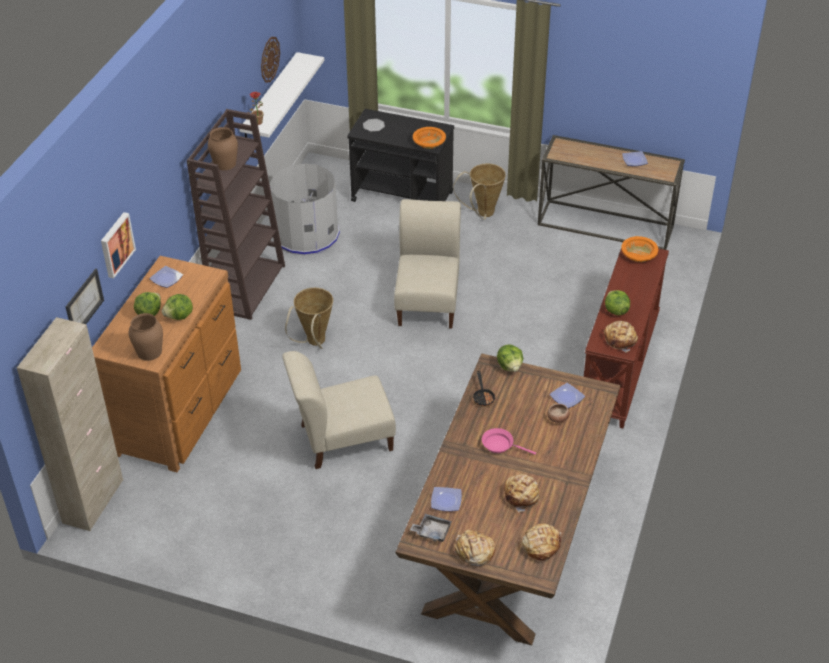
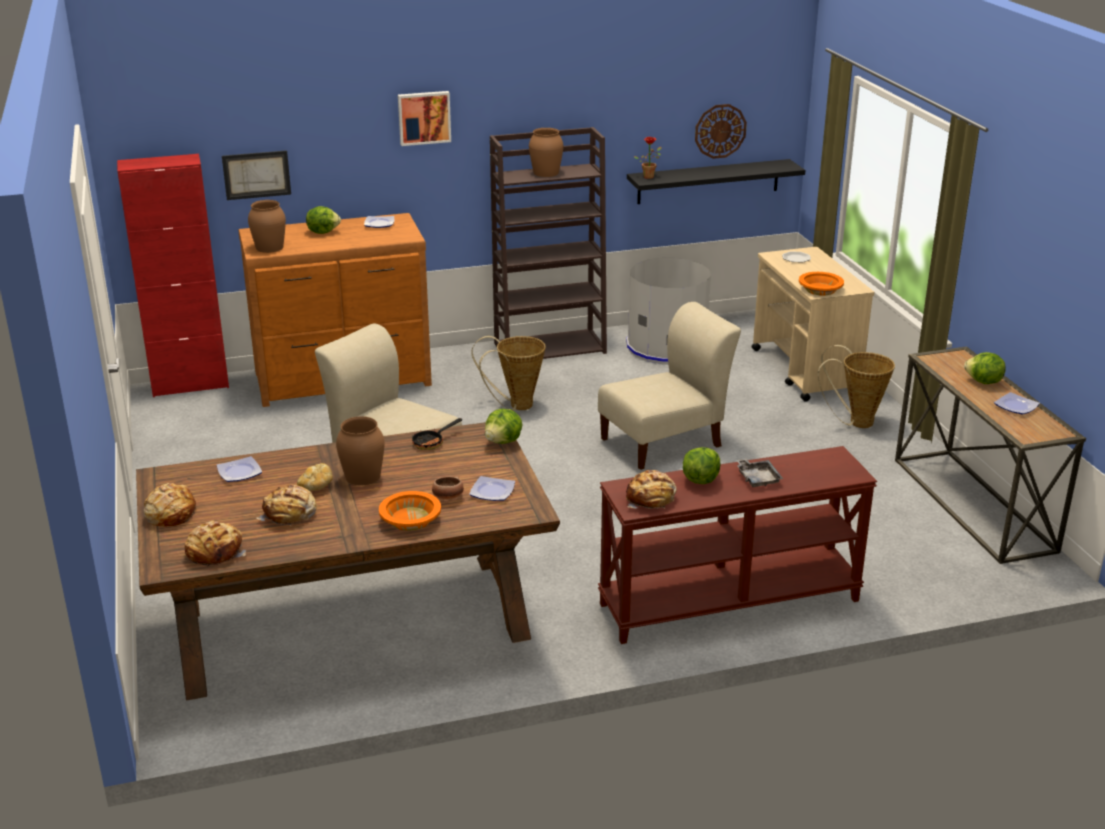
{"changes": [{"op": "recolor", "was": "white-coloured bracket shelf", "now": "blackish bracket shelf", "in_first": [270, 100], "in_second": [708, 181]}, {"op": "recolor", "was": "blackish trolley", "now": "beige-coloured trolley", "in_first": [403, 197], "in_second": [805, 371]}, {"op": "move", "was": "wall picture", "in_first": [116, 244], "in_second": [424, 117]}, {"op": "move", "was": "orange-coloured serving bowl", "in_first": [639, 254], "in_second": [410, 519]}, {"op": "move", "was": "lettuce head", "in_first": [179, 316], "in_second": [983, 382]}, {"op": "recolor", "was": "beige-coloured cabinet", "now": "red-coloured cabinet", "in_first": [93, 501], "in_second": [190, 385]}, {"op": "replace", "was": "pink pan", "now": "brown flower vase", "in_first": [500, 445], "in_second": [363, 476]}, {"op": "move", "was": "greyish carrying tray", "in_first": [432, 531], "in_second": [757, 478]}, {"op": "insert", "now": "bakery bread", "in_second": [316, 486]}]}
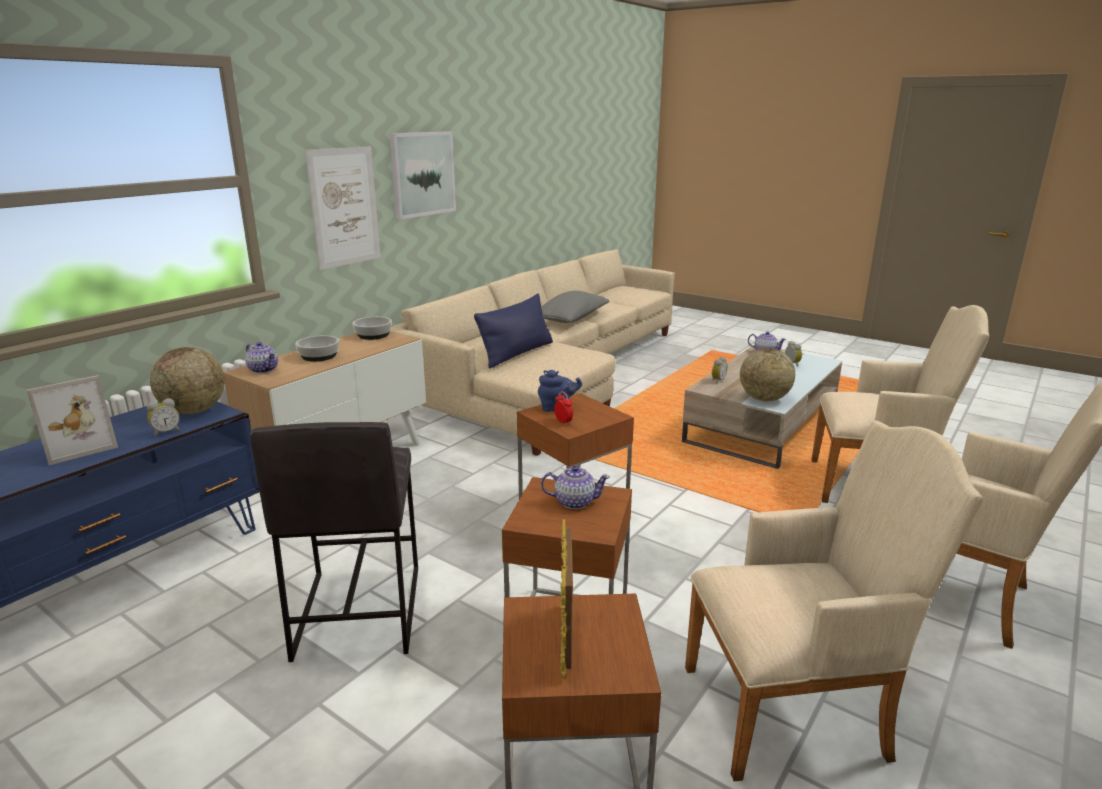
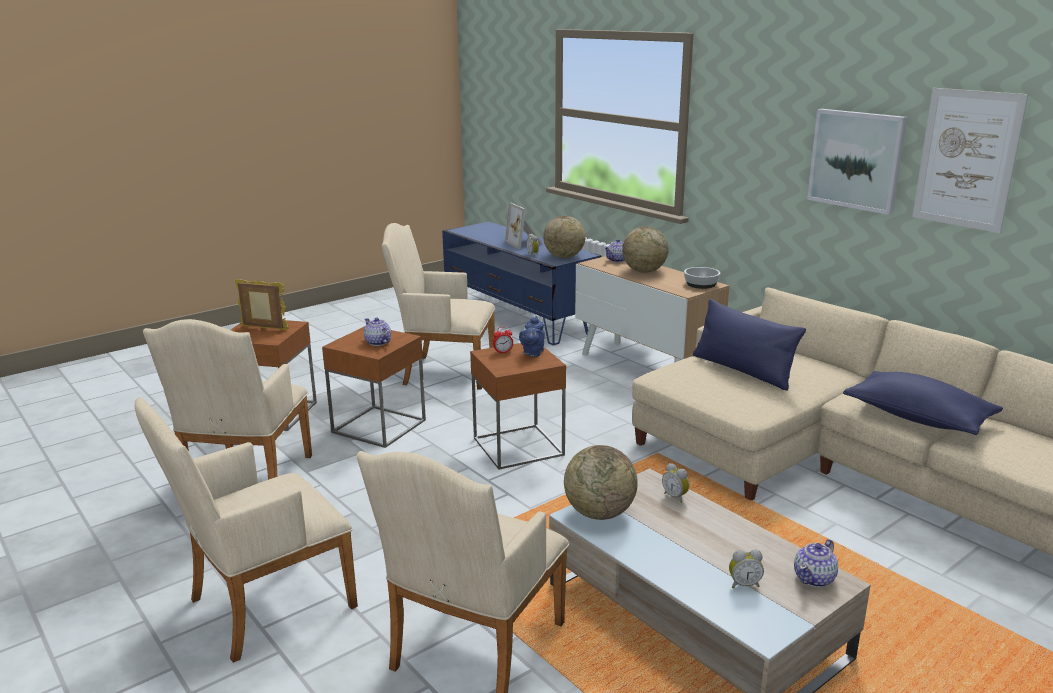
{"changes": [{"op": "move", "was": "wall picture", "in_first": [344, 207], "in_second": [967, 159]}, {"op": "recolor", "was": "greyish pillow", "now": "blue-coloured pillow", "in_first": [570, 319], "in_second": [918, 418]}, {"op": "replace", "was": "serving bowl", "now": "globe", "in_first": [319, 356], "in_second": [644, 271]}, {"op": "replace", "was": "greyish sitting stool", "now": "beige-coloured lounge chair", "in_first": [357, 612], "in_second": [443, 372]}, {"op": "rotate", "was": "tea pot", "in_first": [574, 502], "in_second": [378, 342], "clockwise": 120}]}
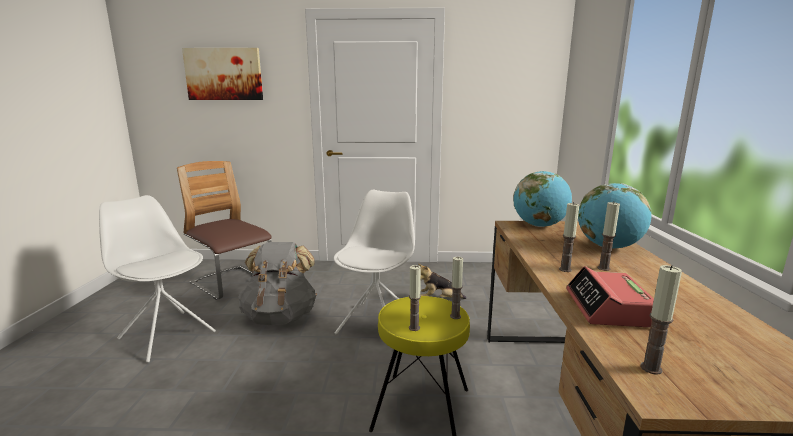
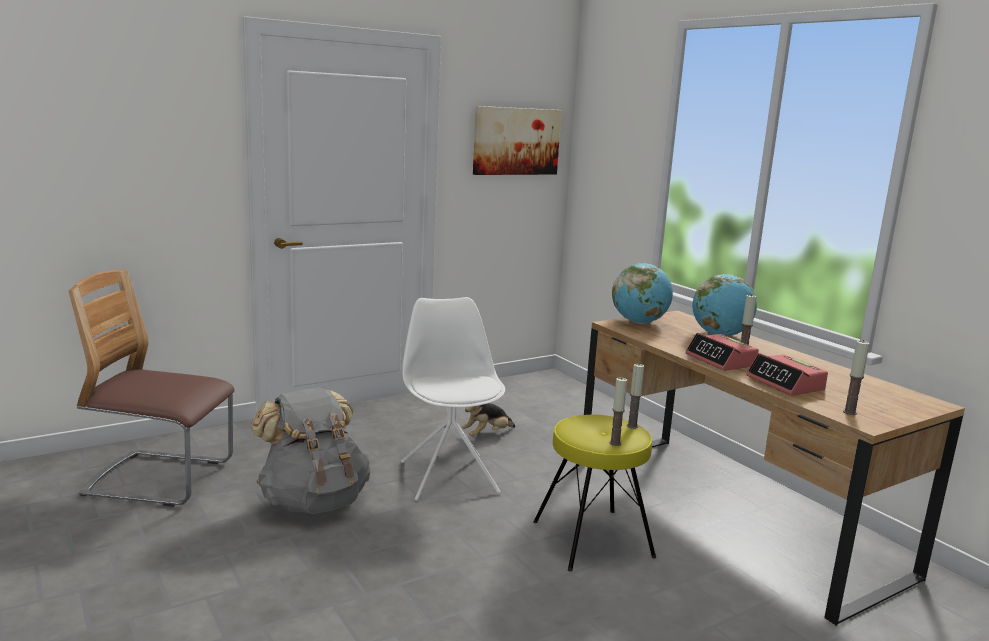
{"changes": [{"op": "move", "was": "wall picture", "in_first": [224, 74], "in_second": [516, 141]}, {"op": "delete", "was": "white-coloured chair", "in_first": [166, 334]}, {"op": "replace", "was": "candle", "now": "table clock", "in_first": [565, 269], "in_second": [721, 360]}]}
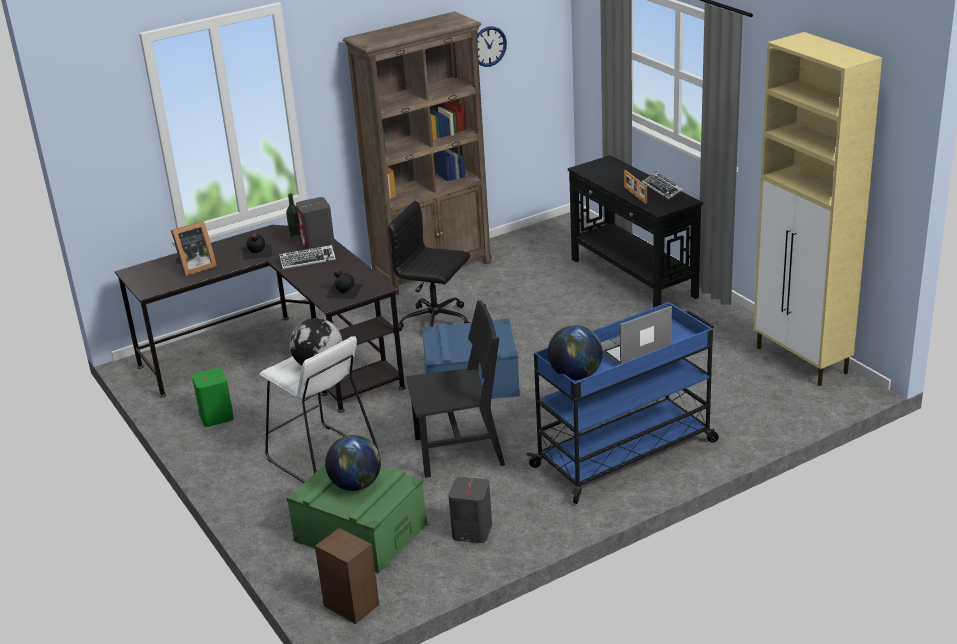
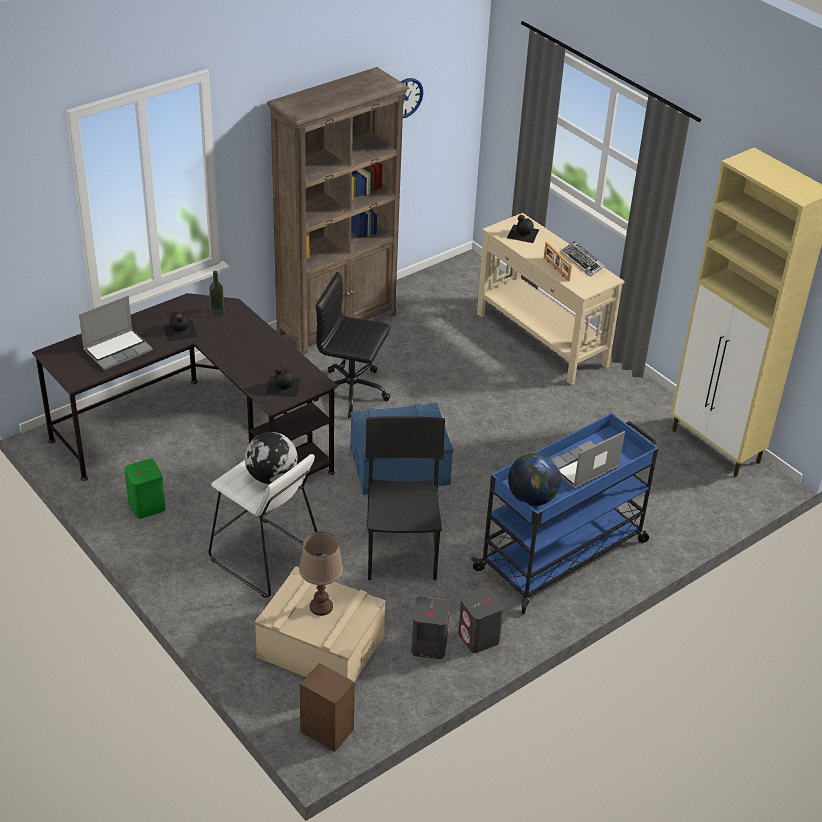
{"changes": [{"op": "recolor", "was": "blackish hall table", "now": "beige-coloured hall table", "in_first": [633, 278], "in_second": [541, 340]}, {"op": "move", "was": "greyish speaker", "in_first": [318, 245], "in_second": [479, 638]}, {"op": "replace", "was": "standing frame", "now": "laptop", "in_first": [194, 267], "in_second": [118, 350]}, {"op": "delete", "was": "computer keyboard", "in_first": [307, 260]}, {"op": "rotate", "was": "blackish chair", "in_first": [459, 451], "in_second": [401, 551], "clockwise": -75}, {"op": "replace", "was": "globe", "now": "brown lamp for a table", "in_first": [356, 484], "in_second": [321, 606]}, {"op": "recolor", "was": "green-coloured storage container", "now": "beige-coloured storage container", "in_first": [360, 532], "in_second": [320, 647]}, {"op": "insert", "now": "blackish drink bottle", "in_second": [522, 233]}]}
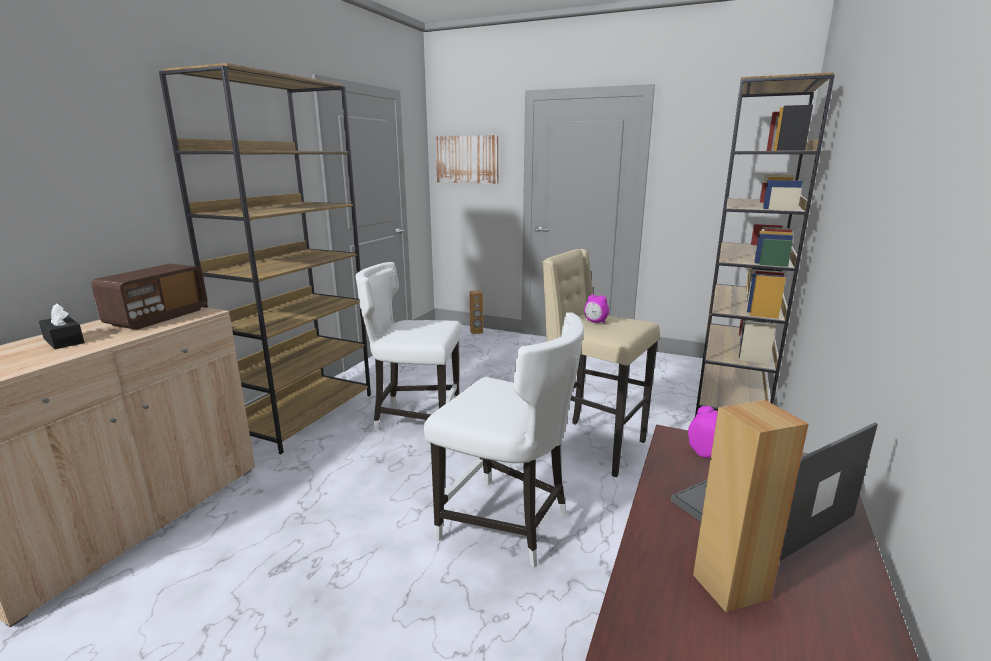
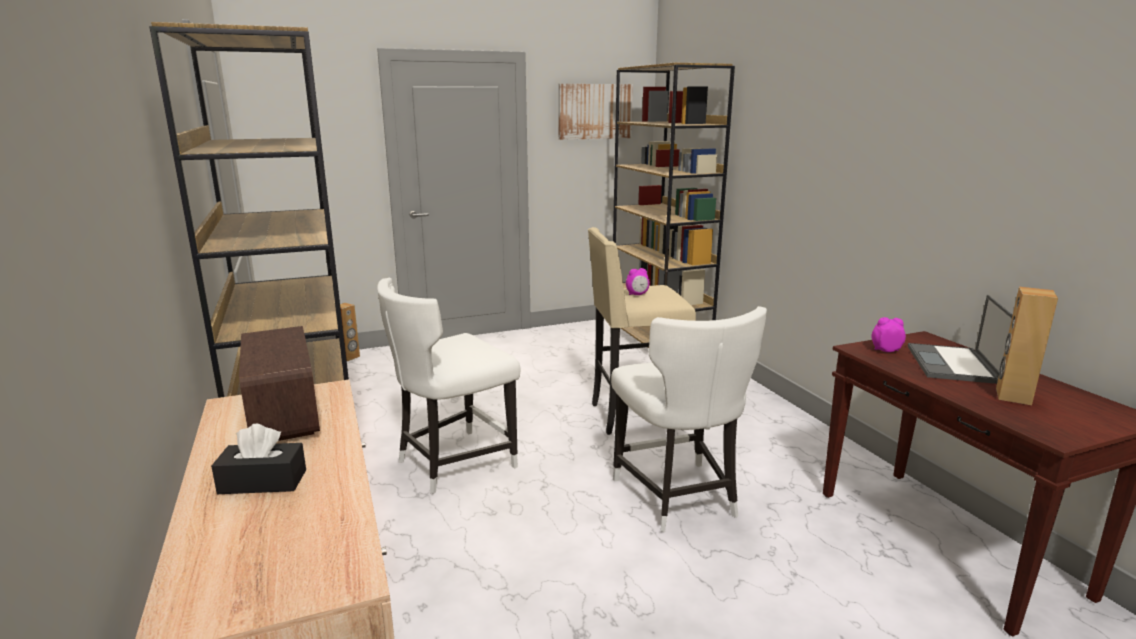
{"changes": [{"op": "move", "was": "wall picture", "in_first": [467, 159], "in_second": [595, 111]}, {"op": "rotate", "was": "white-coloured chair", "in_first": [507, 524], "in_second": [677, 498], "clockwise": 90}]}
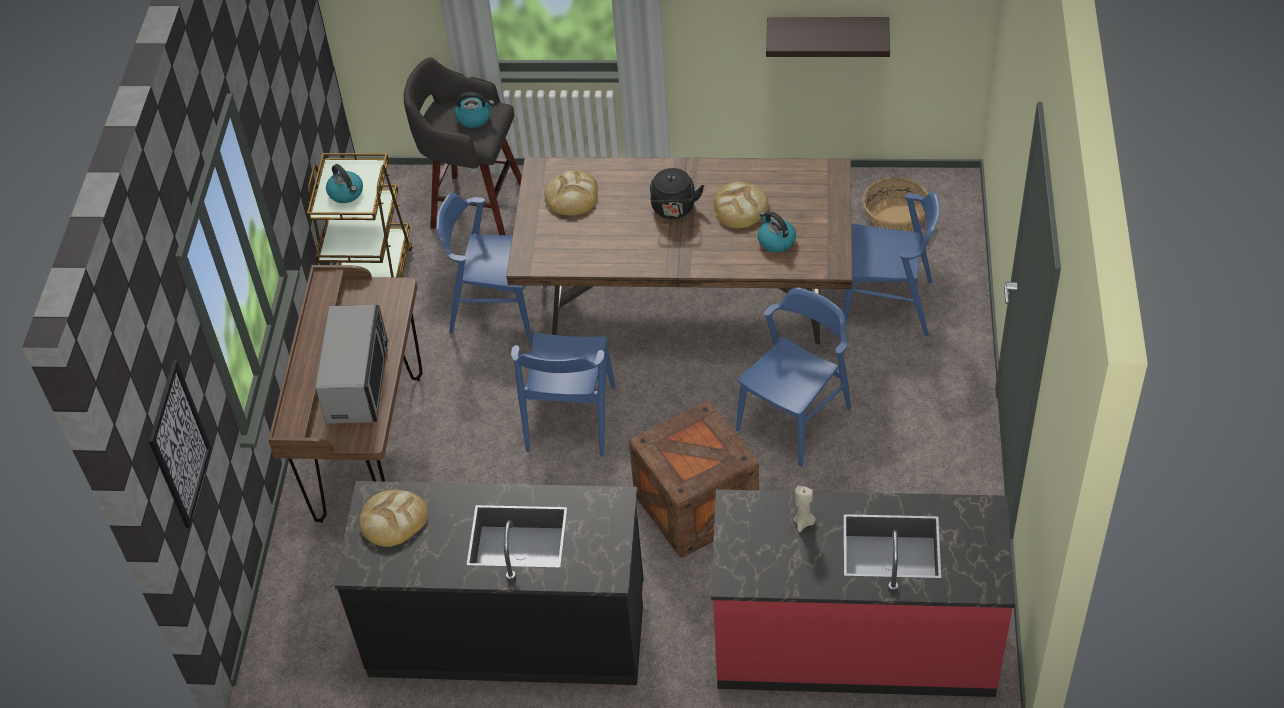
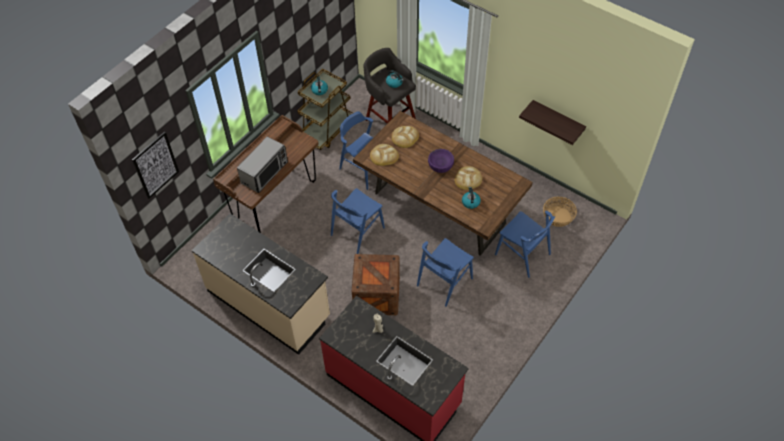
{"changes": [{"op": "replace", "was": "blackish tea kettle", "now": "purple-coloured serving bowl", "in_first": [674, 209], "in_second": [440, 165]}, {"op": "rotate", "was": "blue-coloured chair", "in_first": [794, 419], "in_second": [444, 282], "clockwise": 150}, {"op": "recolor", "was": "blackish counter", "now": "beige-coloured counter", "in_first": [508, 630], "in_second": [269, 304]}, {"op": "move", "was": "bakery bread", "in_first": [393, 520], "in_second": [384, 156]}]}
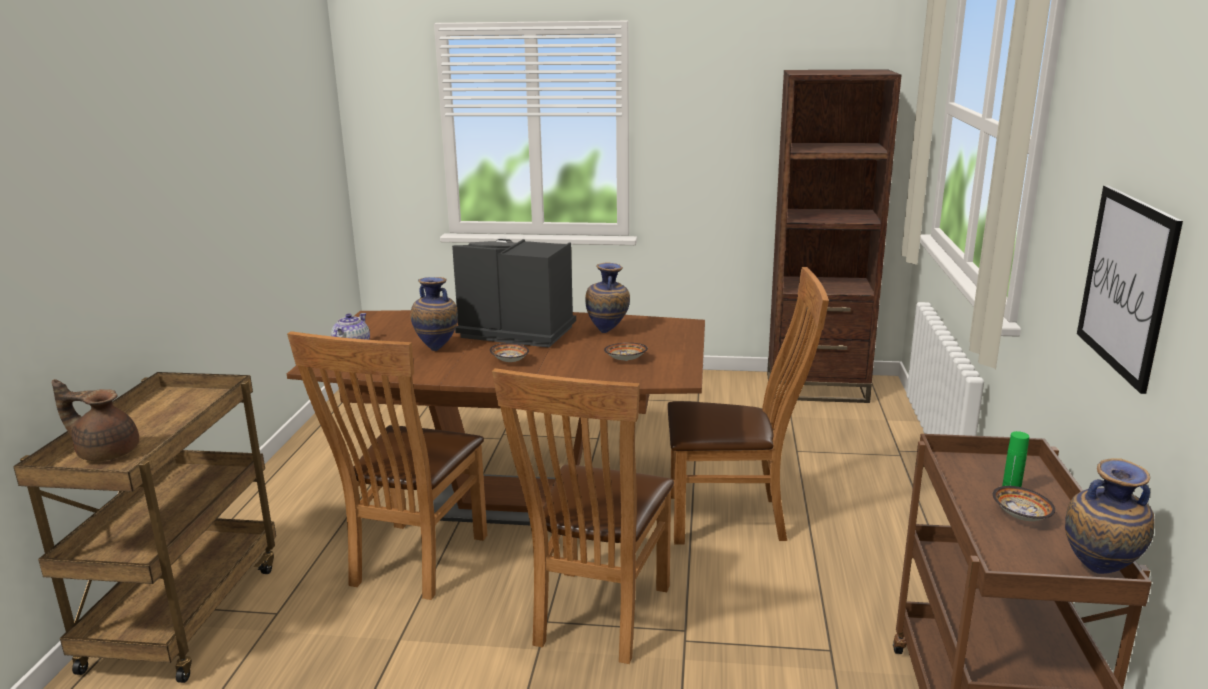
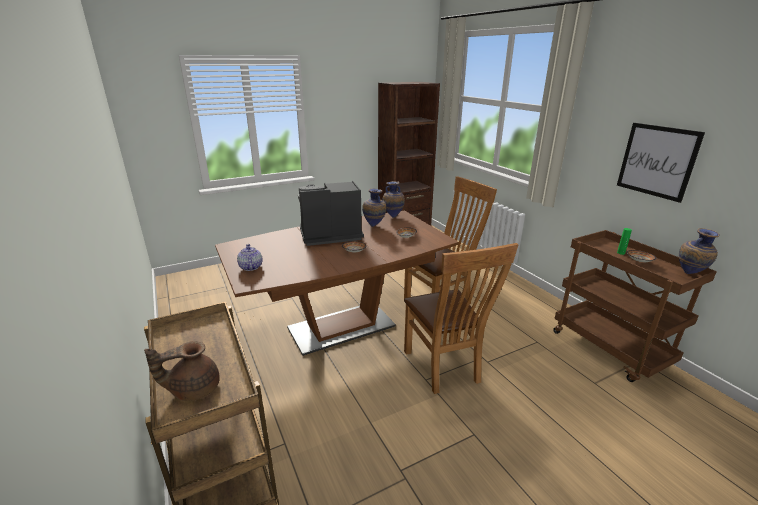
{"changes": [{"op": "move", "was": "flower vase", "in_first": [437, 349], "in_second": [393, 216]}, {"op": "delete", "was": "brown chair", "in_first": [412, 563]}]}
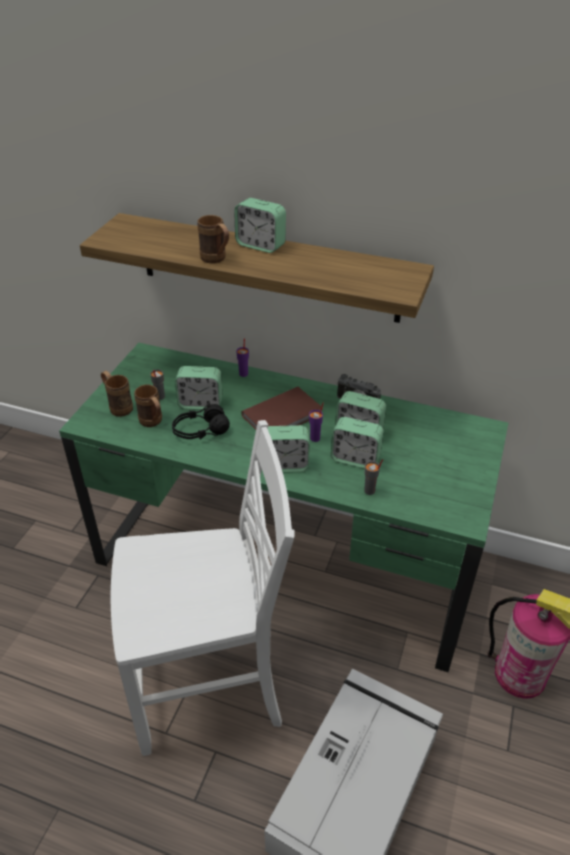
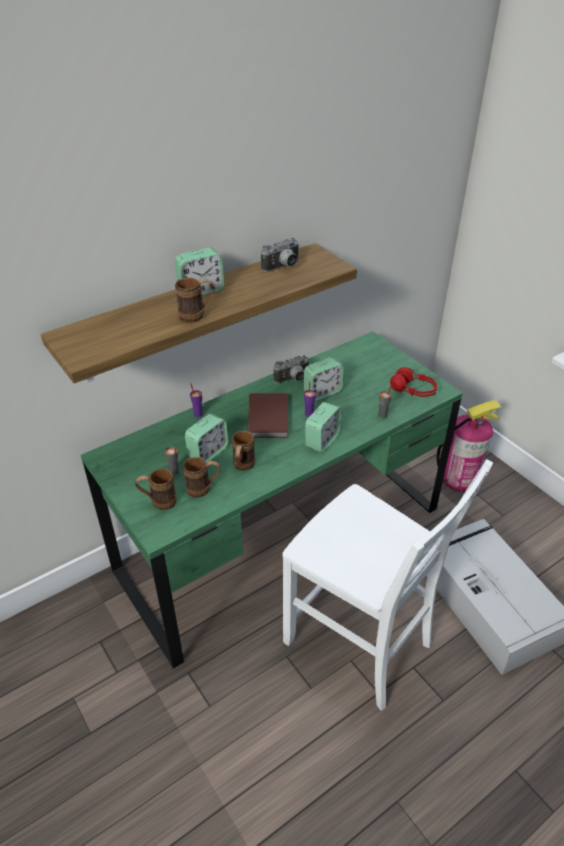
{"changes": [{"op": "replace", "was": "blackish headset", "now": "brown mug", "in_first": [200, 431], "in_second": [242, 467]}, {"op": "delete", "was": "table clock", "in_first": [355, 458]}, {"op": "rotate", "was": "white-coloured chair", "in_first": [211, 688], "in_second": [360, 644], "clockwise": 105}, {"op": "insert", "now": "photo camera", "in_second": [283, 267]}, {"op": "insert", "now": "red-coloured headset", "in_second": [413, 390]}]}
